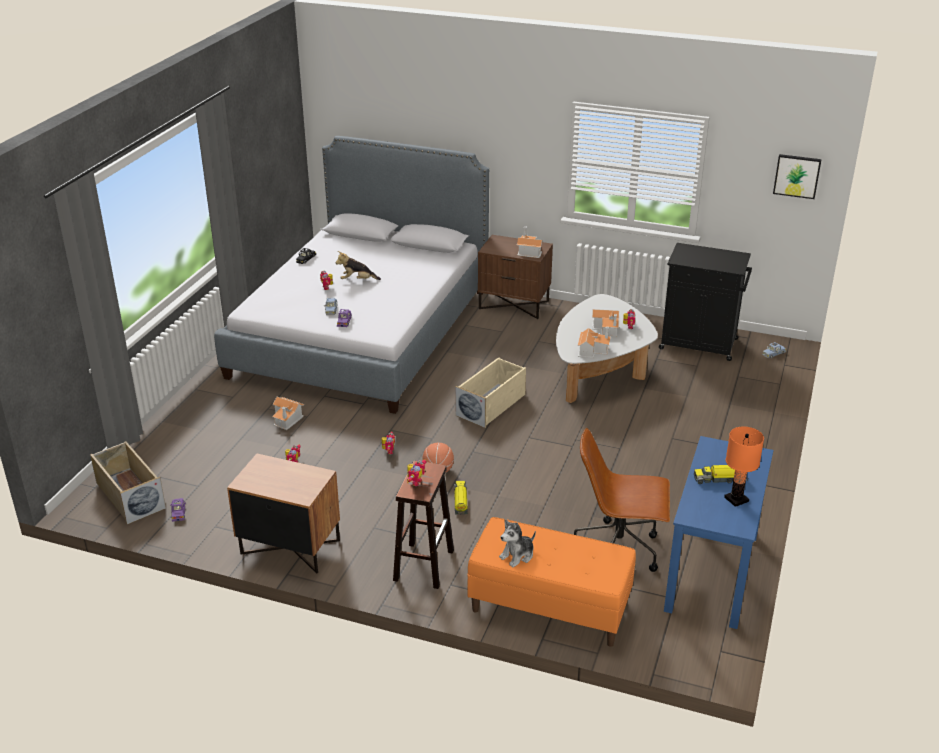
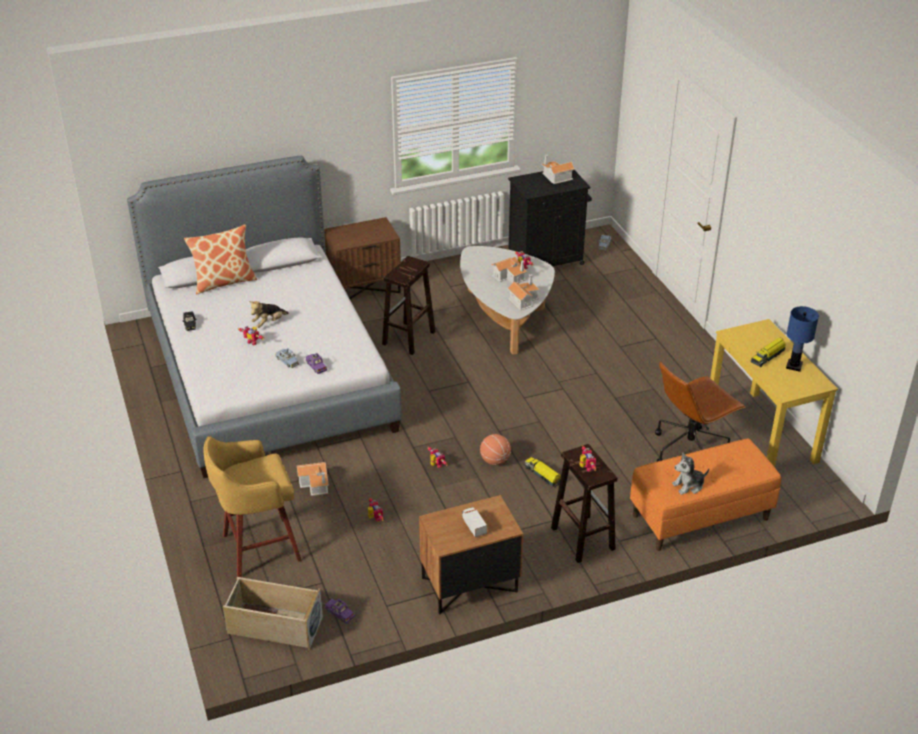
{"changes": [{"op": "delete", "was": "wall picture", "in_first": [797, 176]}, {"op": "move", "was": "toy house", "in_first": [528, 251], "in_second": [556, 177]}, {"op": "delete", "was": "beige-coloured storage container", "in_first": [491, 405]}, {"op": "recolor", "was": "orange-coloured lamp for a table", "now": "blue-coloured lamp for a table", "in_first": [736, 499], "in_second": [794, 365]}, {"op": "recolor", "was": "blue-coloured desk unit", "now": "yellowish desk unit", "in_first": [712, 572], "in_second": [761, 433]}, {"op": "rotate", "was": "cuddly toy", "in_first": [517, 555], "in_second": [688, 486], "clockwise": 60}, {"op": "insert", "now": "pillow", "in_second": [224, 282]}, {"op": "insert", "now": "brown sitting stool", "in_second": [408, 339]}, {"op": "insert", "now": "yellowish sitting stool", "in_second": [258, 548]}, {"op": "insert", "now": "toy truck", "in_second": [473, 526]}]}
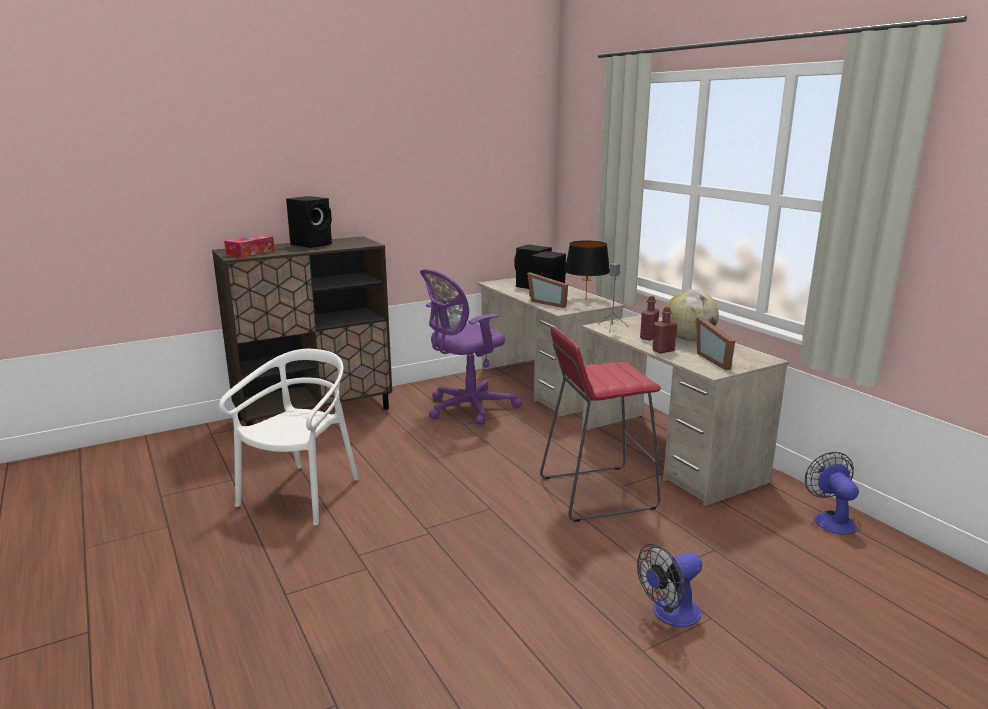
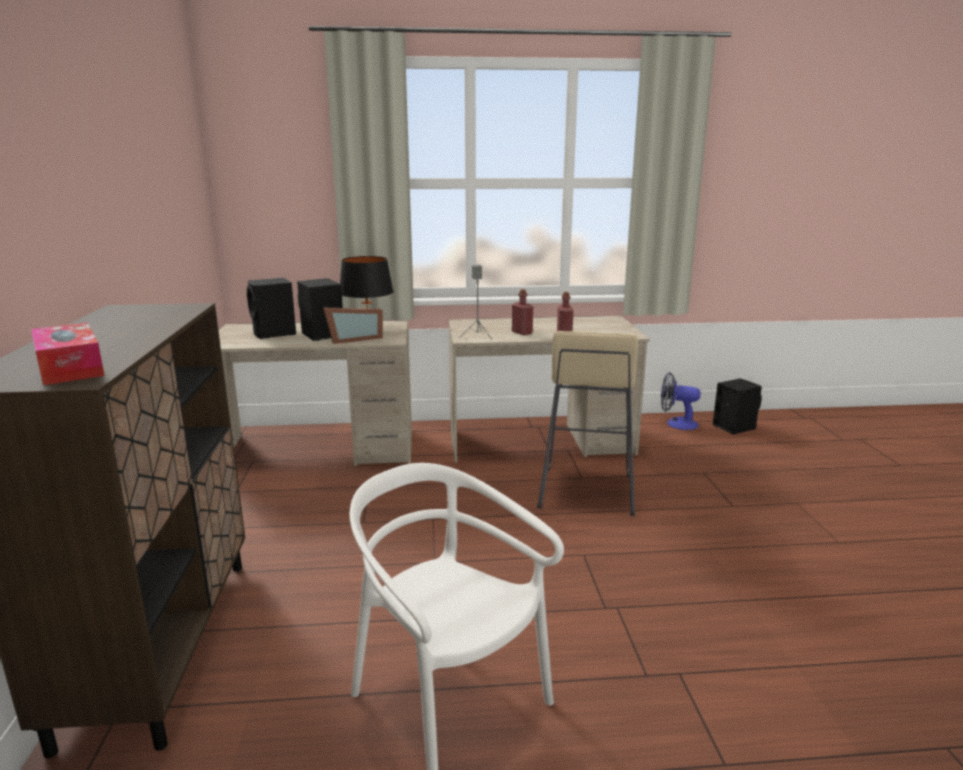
{"changes": [{"op": "move", "was": "blackish speaker", "in_first": [312, 244], "in_second": [733, 426]}, {"op": "delete", "was": "purple-coloured desk chair", "in_first": [467, 408]}, {"op": "delete", "was": "globe", "in_first": [689, 340]}, {"op": "delete", "was": "standing frame", "in_first": [716, 359]}, {"op": "recolor", "was": "red-coloured sitting stool", "now": "beige-coloured sitting stool", "in_first": [596, 492], "in_second": [585, 491]}, {"op": "delete", "was": "cooling fan", "in_first": [669, 614]}]}
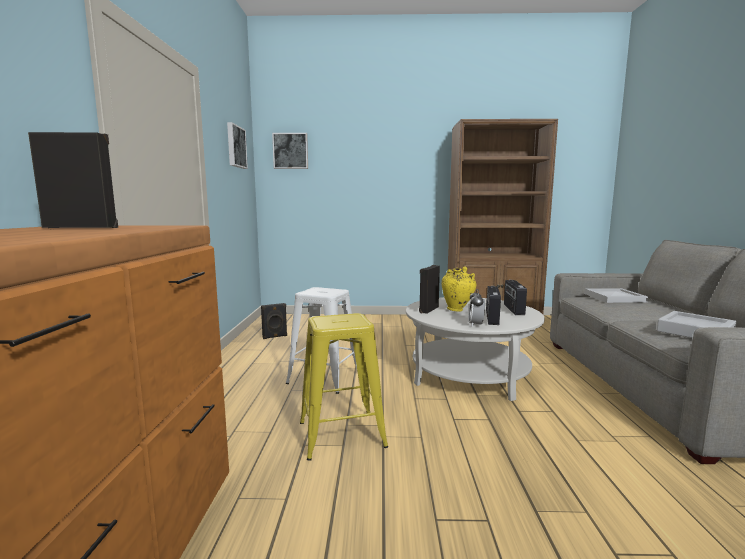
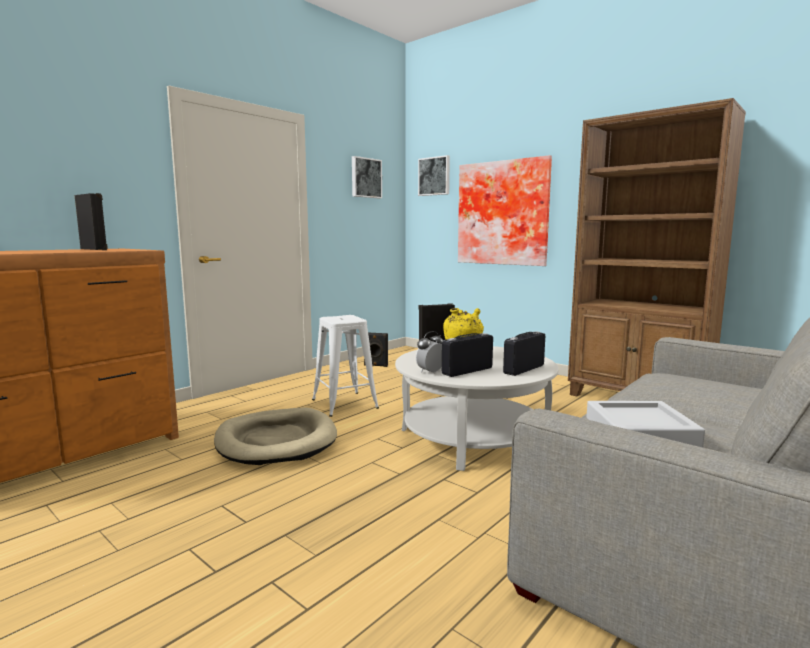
{"changes": [{"op": "delete", "was": "white-coloured carrying tray", "in_first": [613, 297]}, {"op": "replace", "was": "yellowish sitting stool", "now": "beige-coloured dog cushion", "in_first": [341, 434], "in_second": [276, 441]}, {"op": "insert", "now": "wall picture", "in_second": [503, 213]}]}
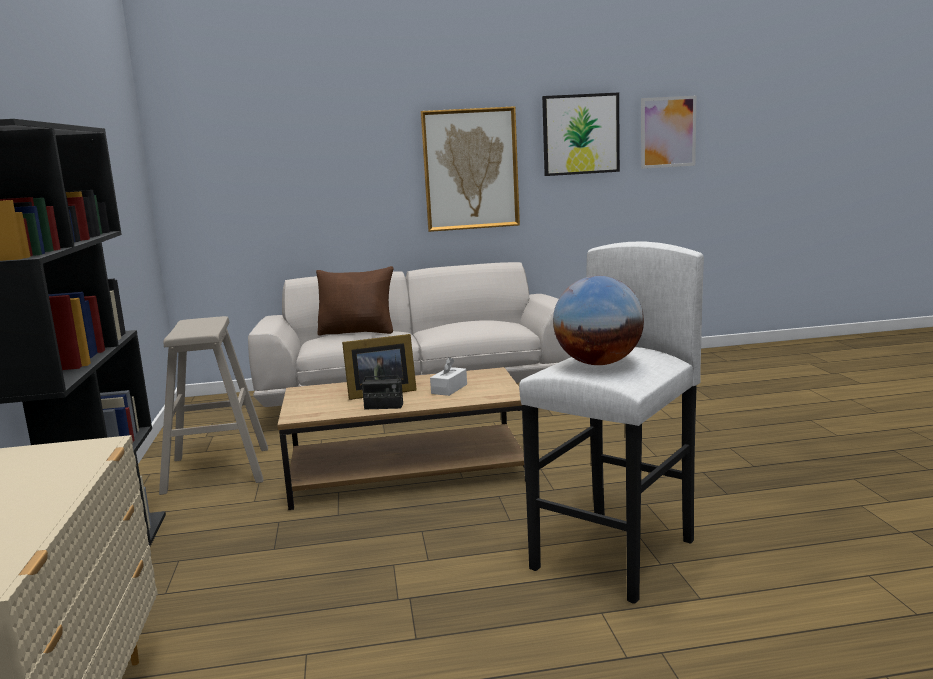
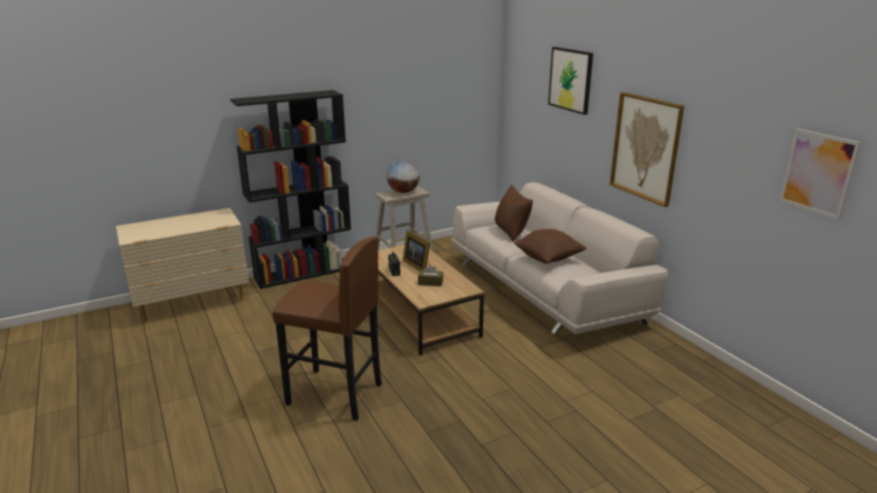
{"changes": [{"op": "move", "was": "wall picture", "in_first": [580, 134], "in_second": [570, 80]}, {"op": "recolor", "was": "white-coloured sitting stool", "now": "brown sitting stool", "in_first": [615, 555], "in_second": [334, 395]}, {"op": "move", "was": "globe", "in_first": [598, 363], "in_second": [403, 192]}, {"op": "recolor", "was": "white-coloured box of tissues", "now": "brown box of tissues", "in_first": [449, 389], "in_second": [430, 282]}, {"op": "insert", "now": "brown pillow", "in_second": [548, 259]}]}
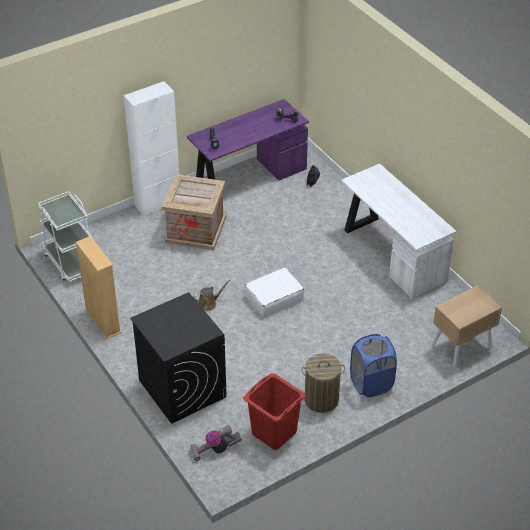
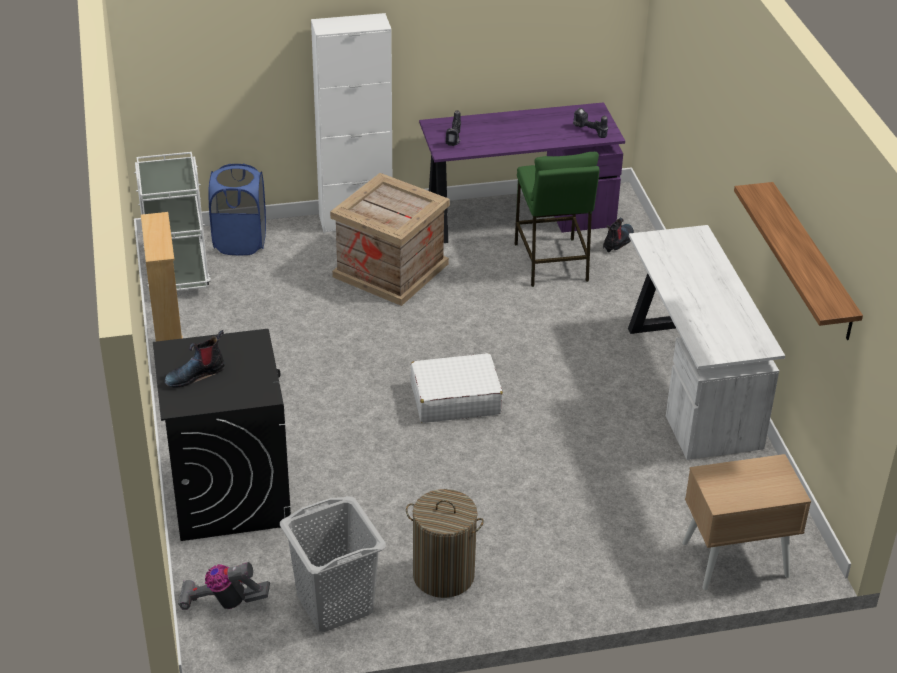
{"changes": [{"op": "delete", "was": "brown watering can", "in_first": [209, 303]}, {"op": "move", "was": "blue-coloured washing basket", "in_first": [371, 383], "in_second": [240, 242]}, {"op": "recolor", "was": "red-coloured washing basket", "now": "greyish washing basket", "in_first": [274, 433], "in_second": [334, 604]}, {"op": "insert", "now": "green-coloured sitting stool", "in_second": [551, 262]}, {"op": "insert", "now": "bracket shelf", "in_second": [812, 261]}, {"op": "insert", "now": "boot", "in_second": [195, 374]}]}
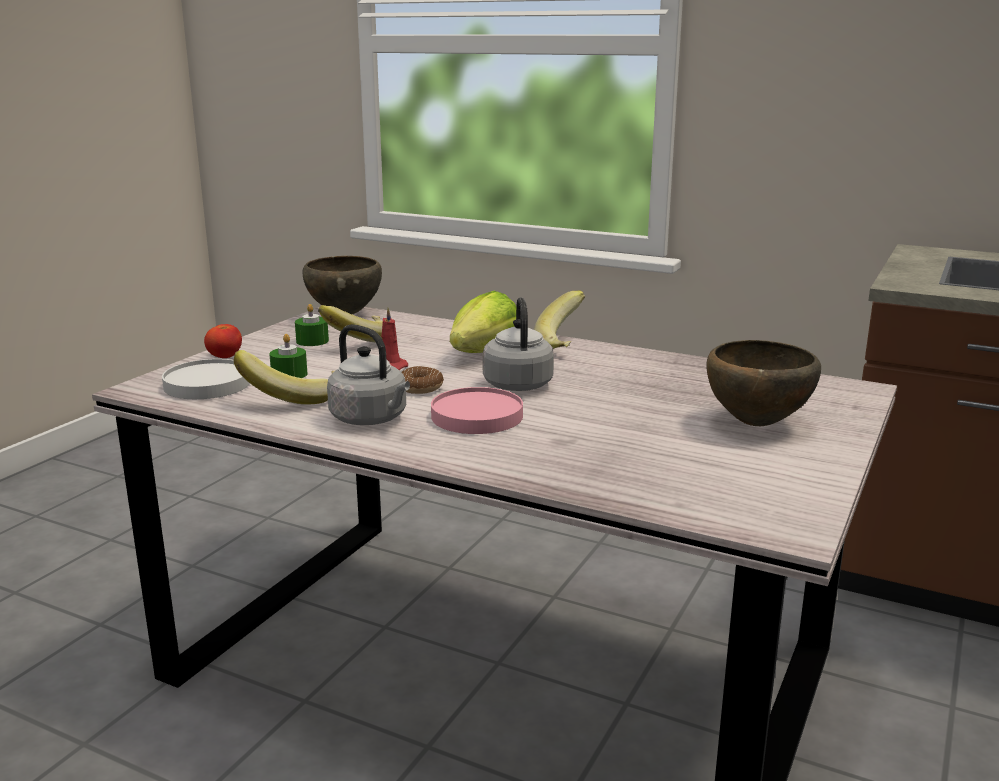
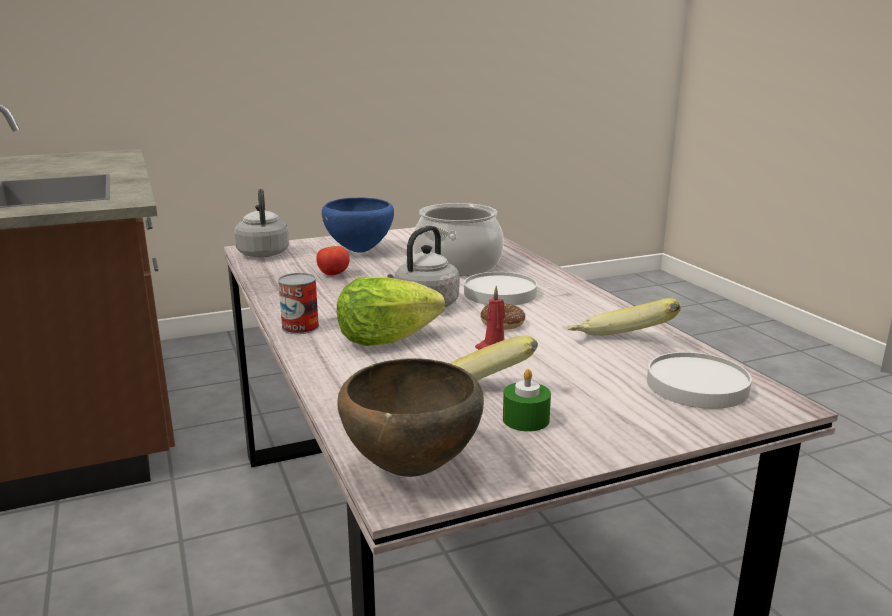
{"changes": [{"op": "replace", "was": "banana", "now": "metal can", "in_first": [565, 344], "in_second": [300, 327]}, {"op": "move", "was": "tomato", "in_first": [225, 357], "in_second": [333, 274]}, {"op": "move", "was": "greyish tea kettle", "in_first": [371, 419], "in_second": [263, 253]}, {"op": "delete", "was": "green-coloured candle", "in_first": [289, 374]}, {"op": "recolor", "was": "brown serving bowl", "now": "blue-coloured serving bowl", "in_first": [755, 424], "in_second": [360, 251]}, {"op": "recolor", "was": "pink plate", "now": "white-coloured plate", "in_first": [477, 416], "in_second": [500, 293]}, {"op": "insert", "now": "stockpot", "in_second": [458, 265]}]}
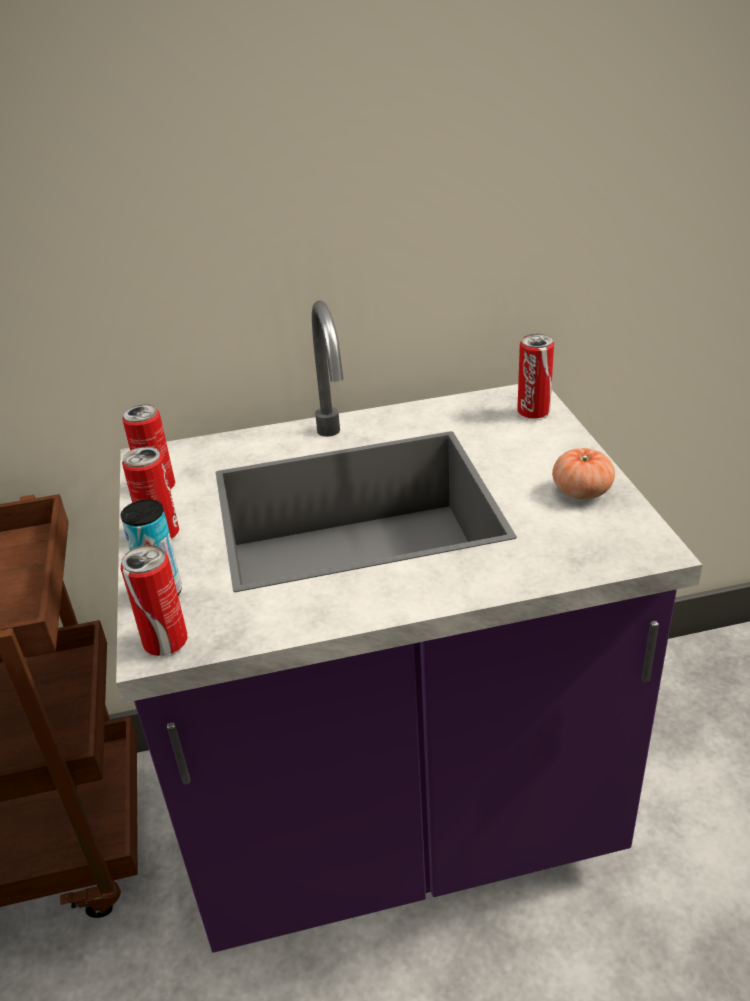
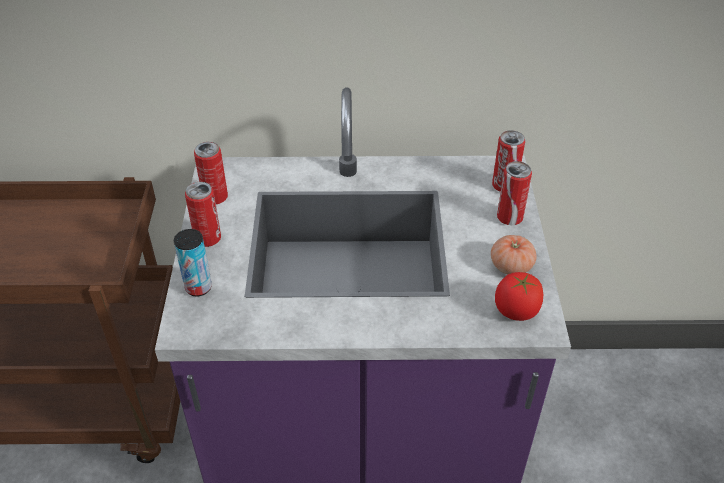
{"changes": [{"op": "move", "was": "metal can", "in_first": [165, 642], "in_second": [509, 217]}, {"op": "insert", "now": "tomato", "in_second": [515, 311]}]}
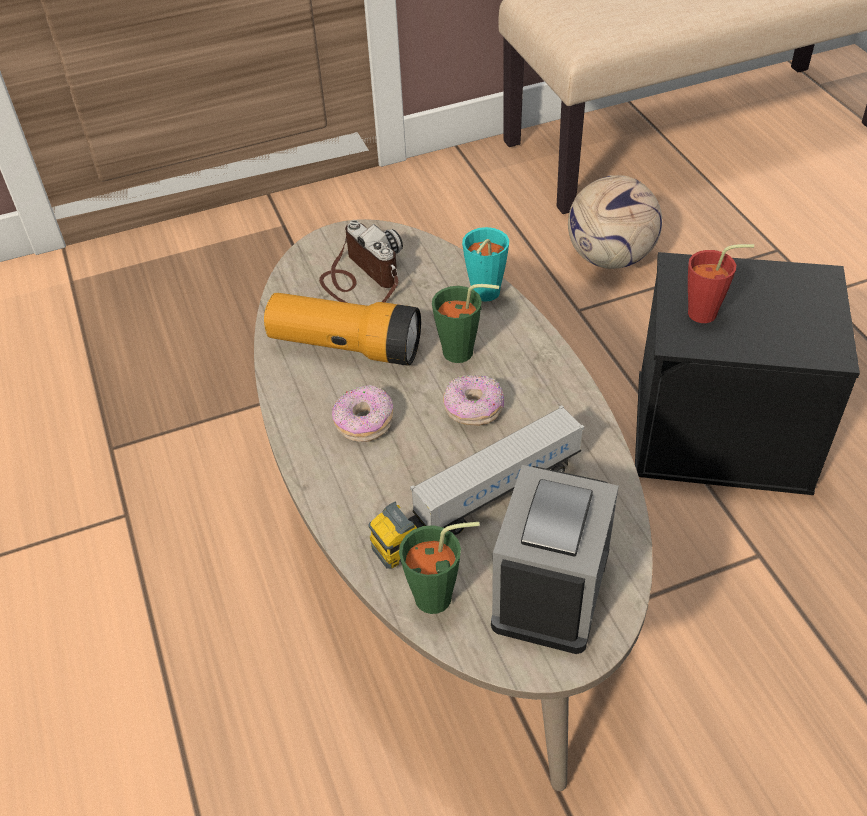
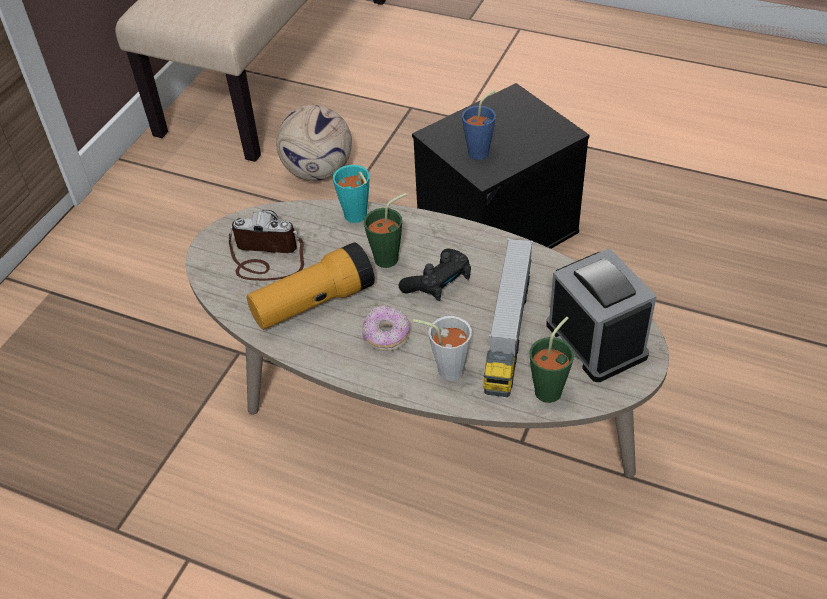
{"changes": [{"op": "recolor", "was": "red-coloured small cup", "now": "blue-coloured small cup", "in_first": [709, 313], "in_second": [482, 150]}, {"op": "replace", "was": "ring doughnut", "now": "blackish gamepad", "in_first": [473, 410], "in_second": [438, 284]}, {"op": "insert", "now": "greyish small cup", "in_second": [444, 368]}]}
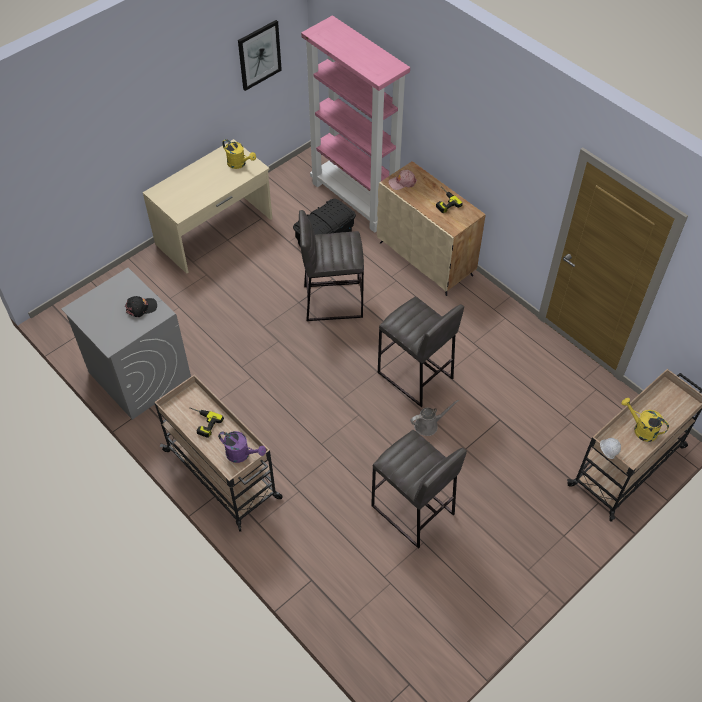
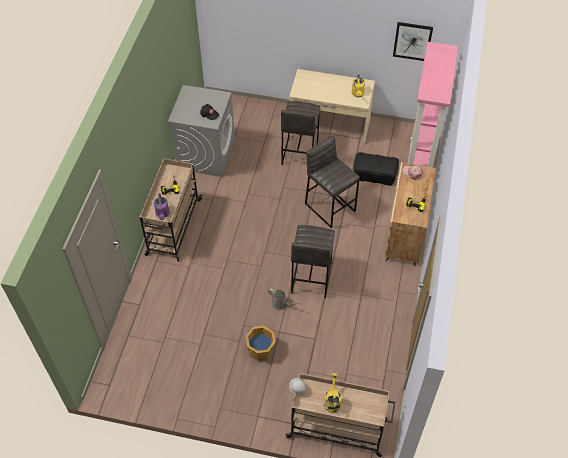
{"changes": [{"op": "move", "was": "greyish sitting stool", "in_first": [412, 511], "in_second": [299, 153]}, {"op": "insert", "now": "orange-coloured pail", "in_second": [261, 350]}]}
